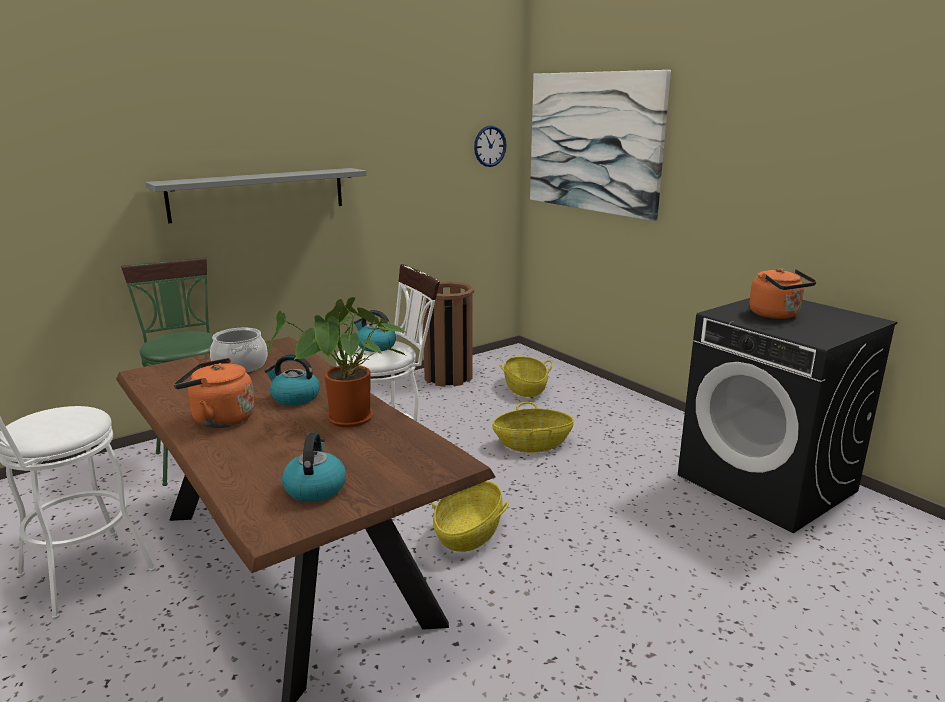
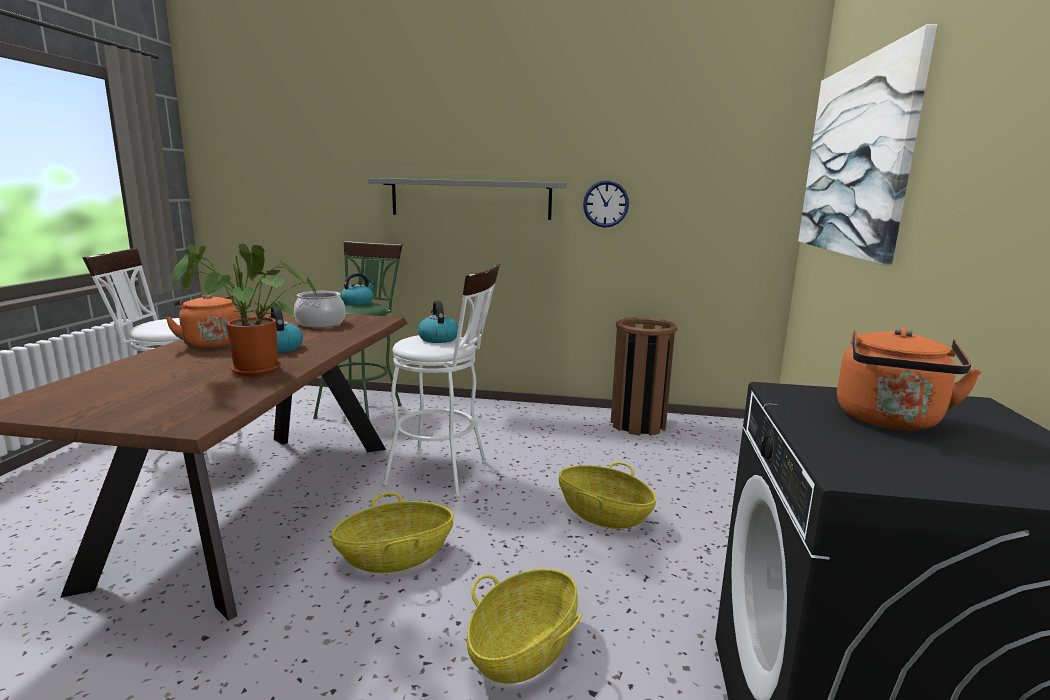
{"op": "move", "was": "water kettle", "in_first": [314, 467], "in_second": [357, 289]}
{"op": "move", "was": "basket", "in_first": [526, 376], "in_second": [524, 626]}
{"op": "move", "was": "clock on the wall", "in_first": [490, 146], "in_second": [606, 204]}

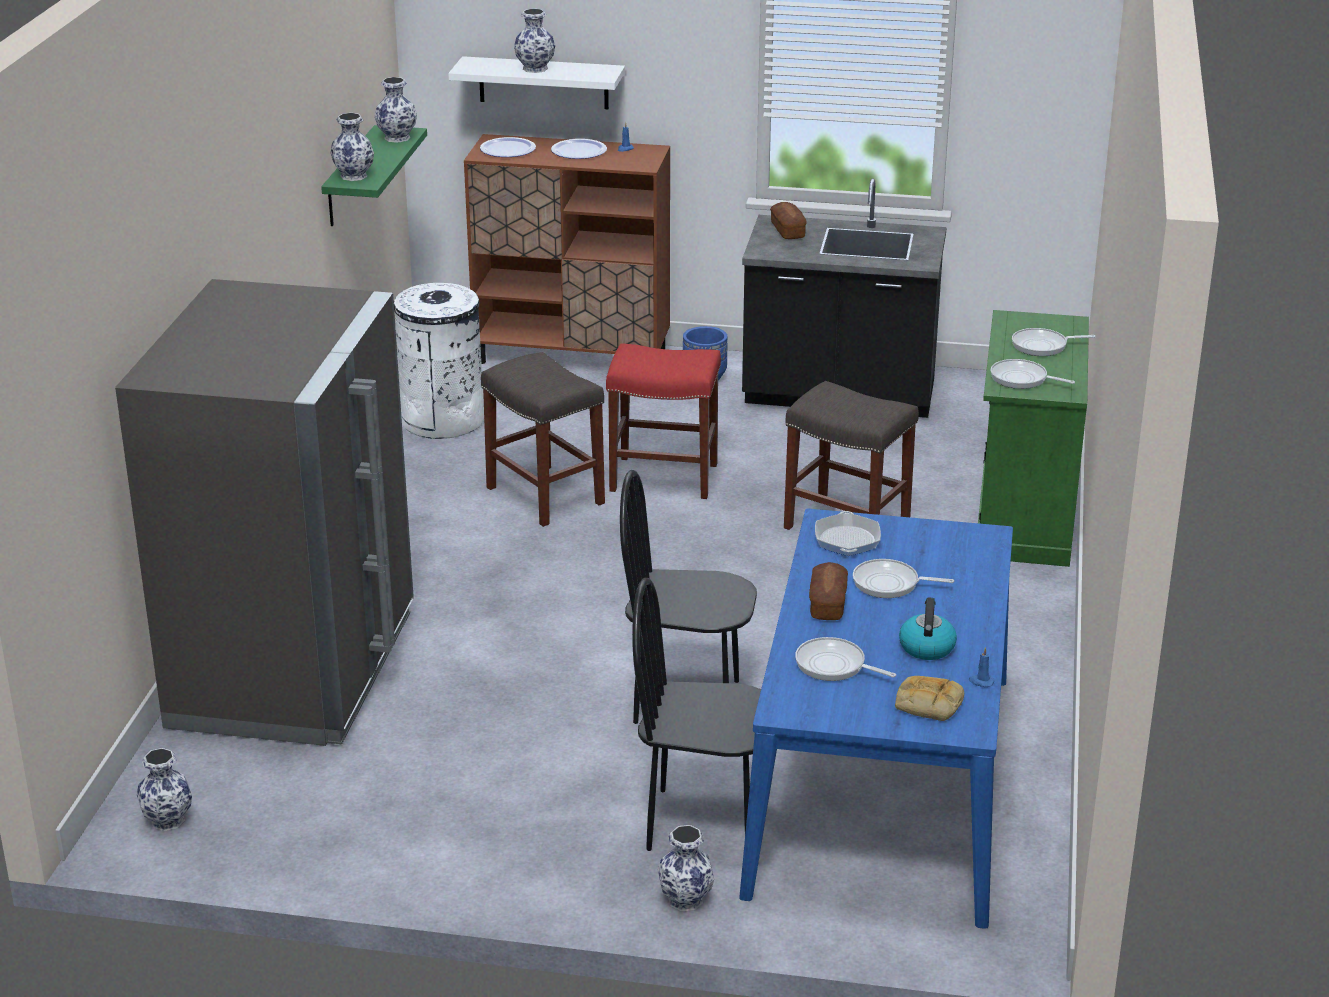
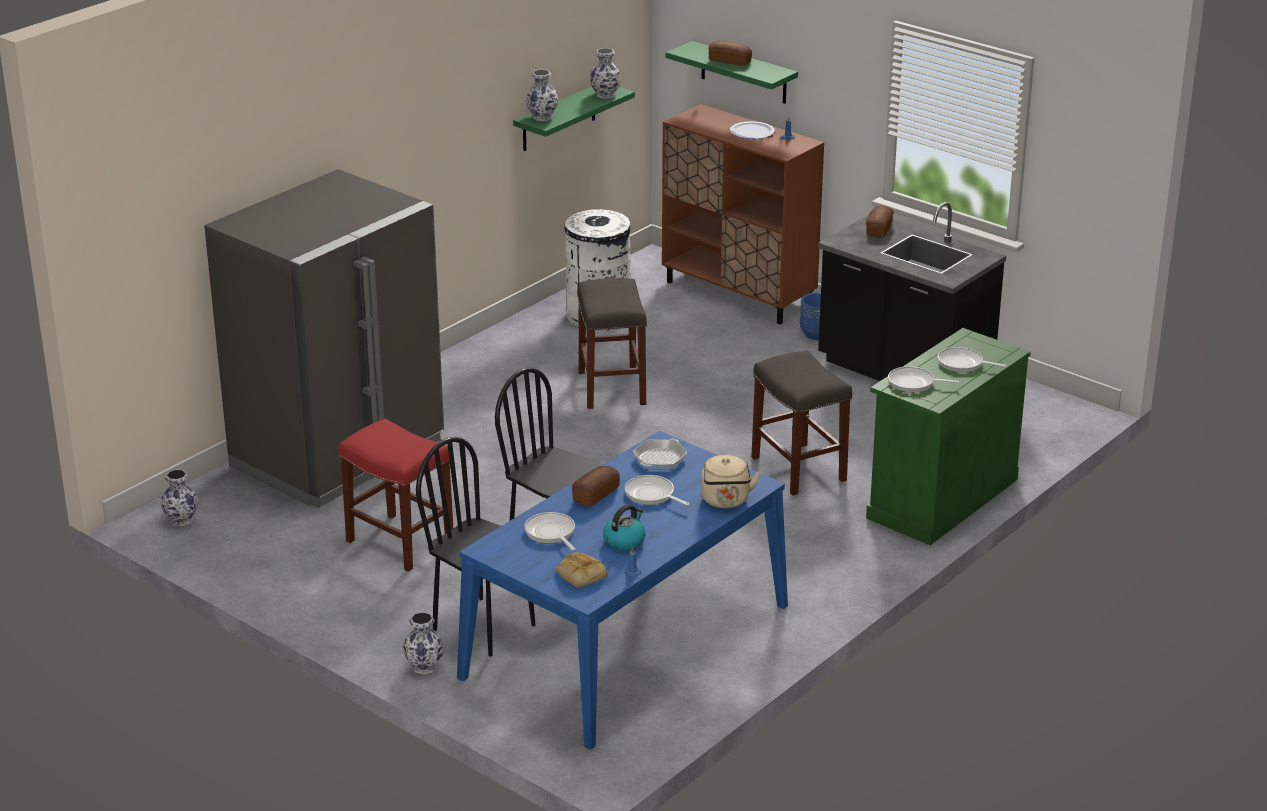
{"op": "move", "was": "red stool", "in_first": [663, 421], "in_second": [395, 495]}
{"op": "recolor", "was": "white wall shelf", "now": "greenish wall shelf", "in_first": [536, 82], "in_second": [731, 72]}
{"op": "insert", "now": "beige-coloured water kettle", "in_second": [731, 481]}
{"op": "replace", "was": "vase", "now": "baked bread", "in_first": [534, 41], "in_second": [730, 53]}
{"op": "rotate", "was": "skillet", "in_first": [1032, 374], "in_second": [923, 379], "clockwise": -45}
{"op": "delete", "was": "dinner plate", "in_first": [508, 147]}

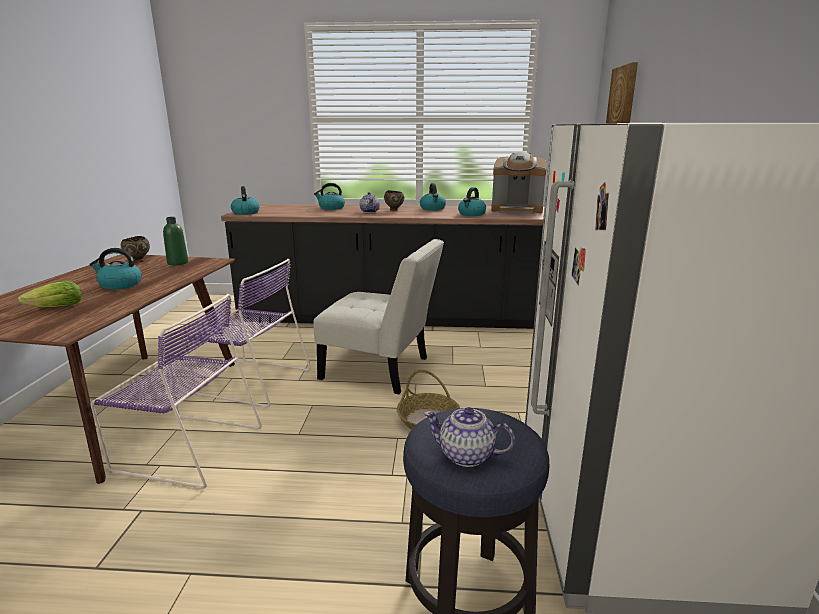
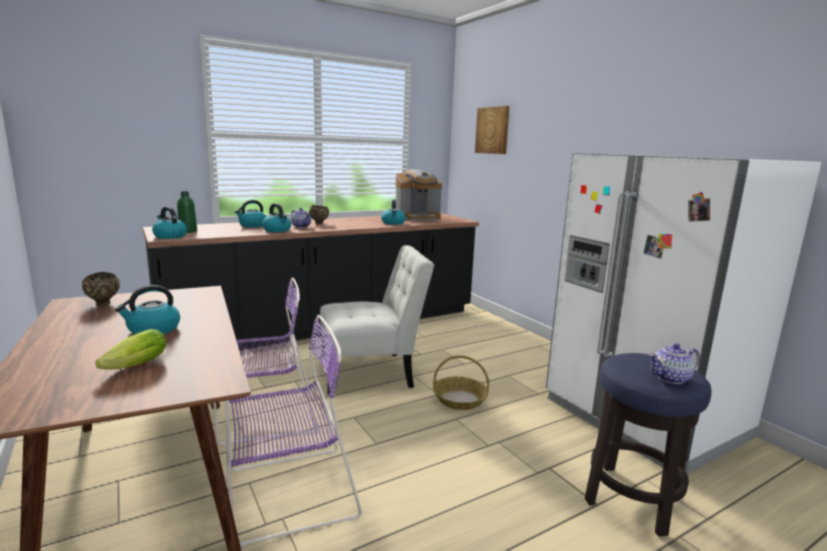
{"op": "move", "was": "greenish bottle", "in_first": [175, 241], "in_second": [187, 212]}
{"op": "move", "was": "water kettle", "in_first": [433, 196], "in_second": [276, 217]}

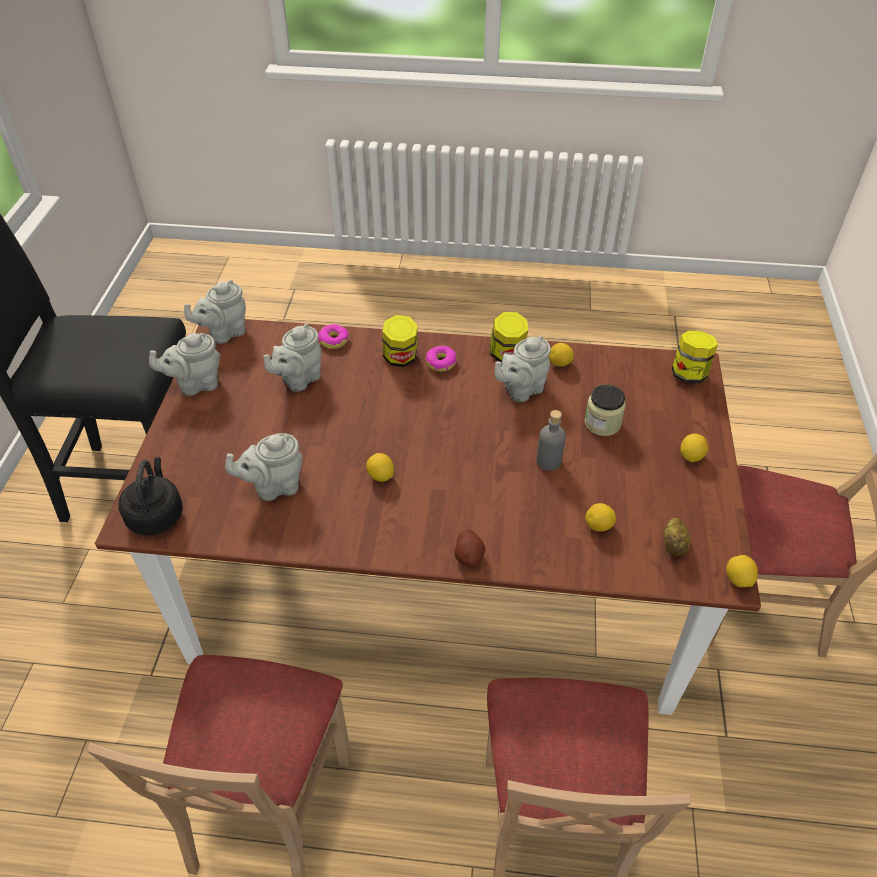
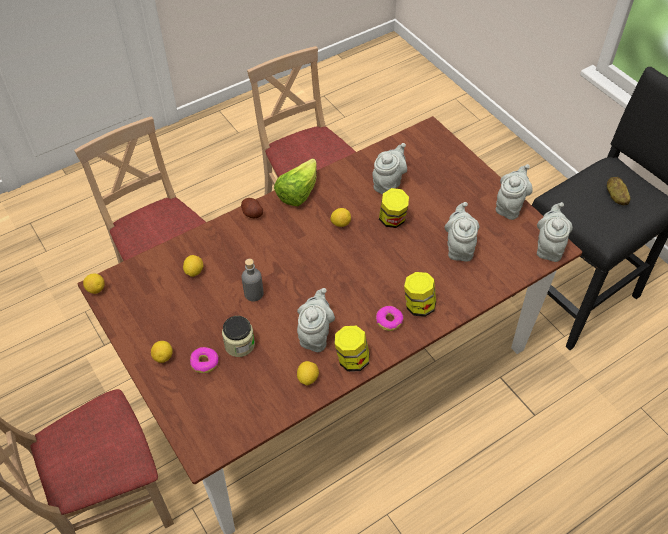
{"op": "move", "was": "donut", "in_first": [334, 336], "in_second": [204, 360]}
{"op": "insert", "now": "lettuce head", "in_second": [295, 182]}
{"op": "move", "was": "jar", "in_first": [695, 357], "in_second": [394, 208]}
{"op": "move", "was": "whole potato", "in_first": [677, 537], "in_second": [619, 191]}
{"op": "delete", "was": "black-coloured water kettle", "in_first": [151, 496]}

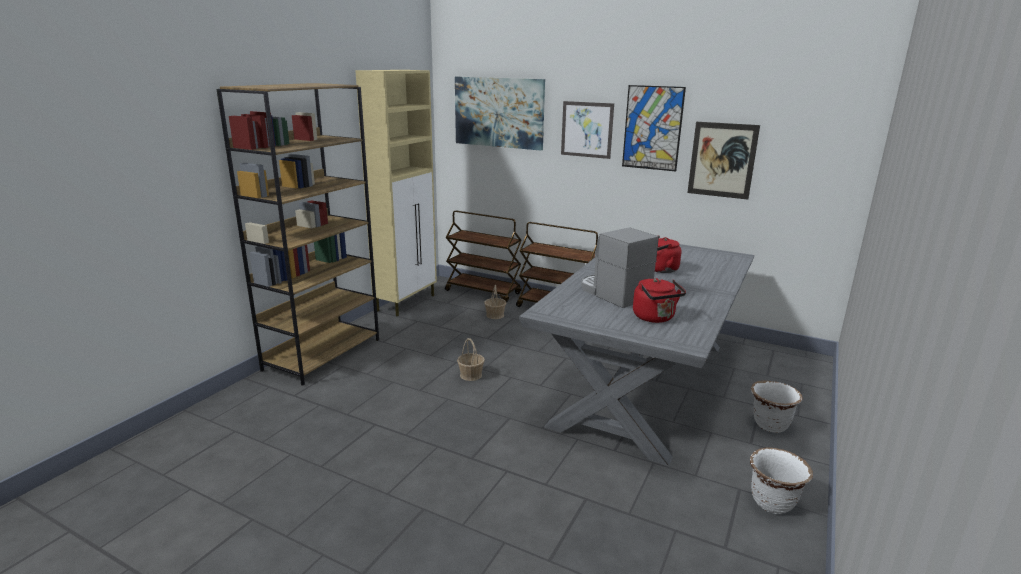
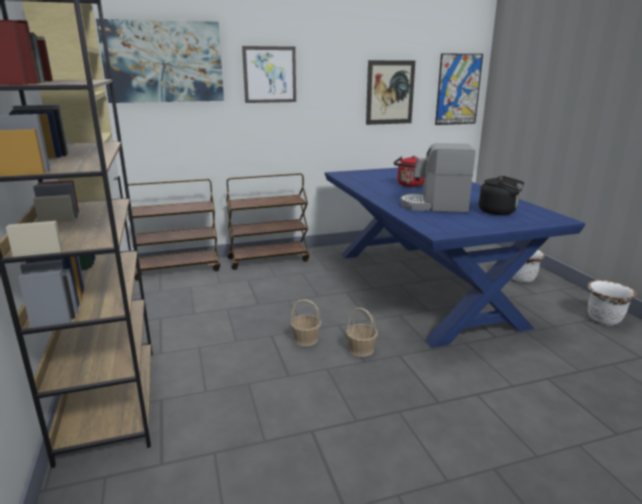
{"op": "recolor", "was": "grey kitchen table", "now": "bluish kitchen table", "in_first": [636, 355], "in_second": [455, 258]}
{"op": "move", "was": "basket", "in_first": [495, 302], "in_second": [362, 332]}
{"op": "move", "was": "wall art", "in_first": [654, 128], "in_second": [459, 89]}
{"op": "recolor", "was": "red water kettle", "now": "black-coloured water kettle", "in_first": [659, 300], "in_second": [501, 195]}

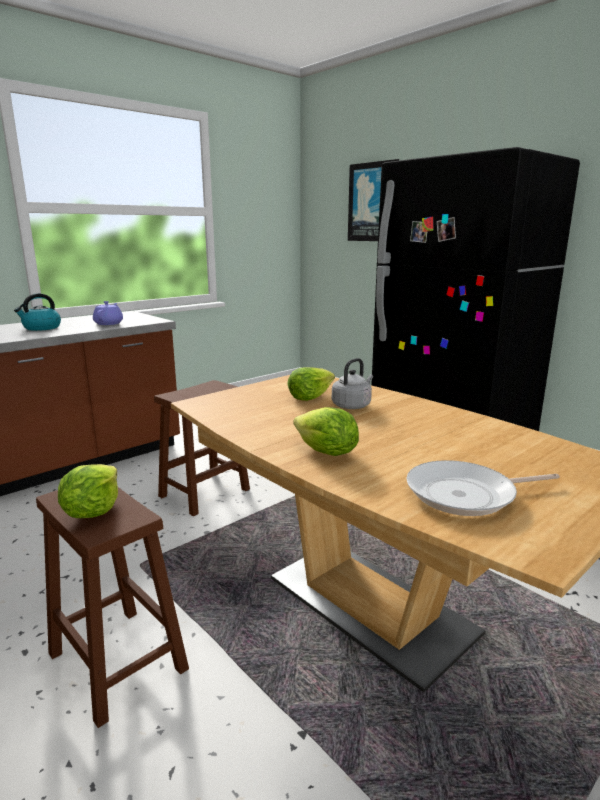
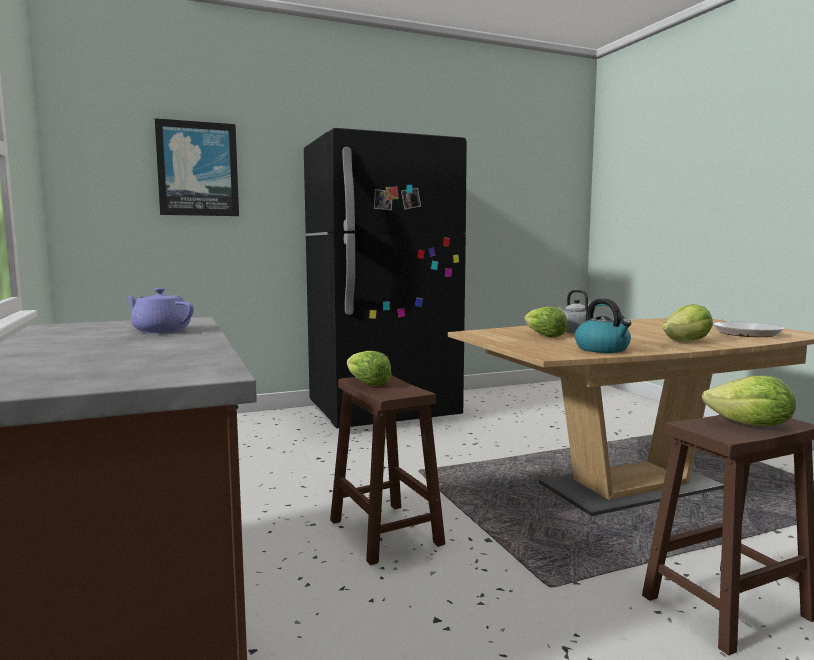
{"op": "insert", "now": "lettuce head", "in_second": [369, 368]}
{"op": "move", "was": "water kettle", "in_first": [37, 312], "in_second": [603, 326]}

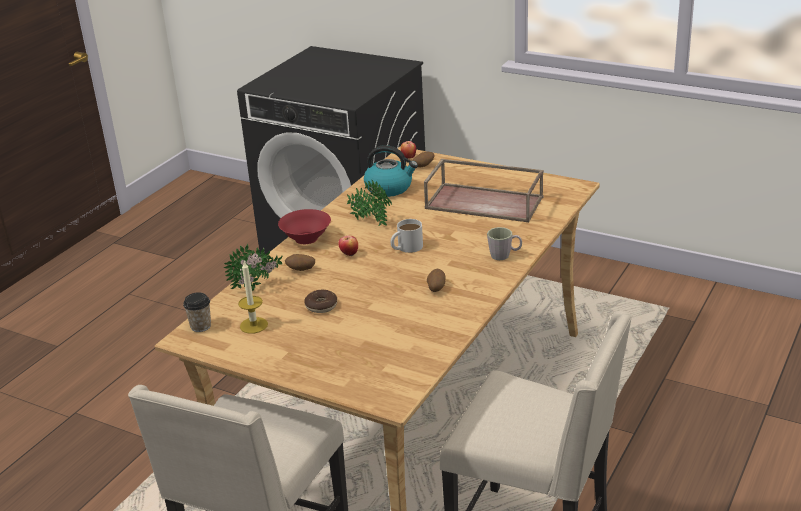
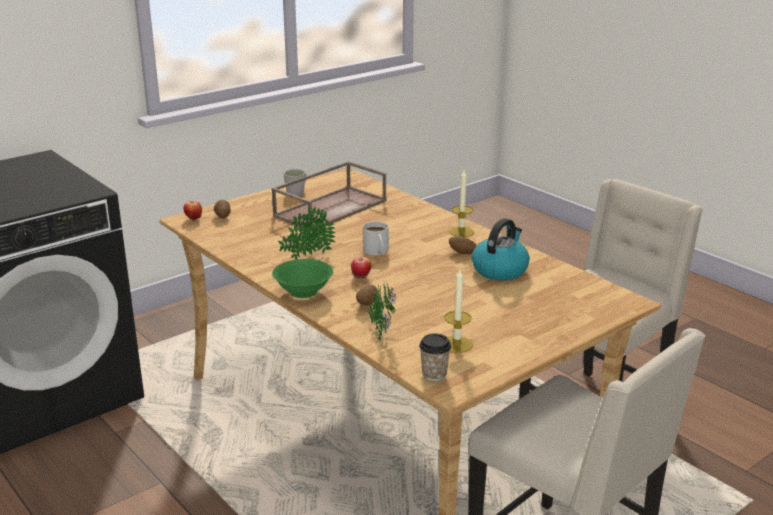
{"op": "recolor", "was": "red serving bowl", "now": "greenish serving bowl", "in_first": [304, 226], "in_second": [302, 278]}
{"op": "move", "was": "grey mug", "in_first": [504, 243], "in_second": [295, 183]}
{"op": "insert", "now": "candle", "in_second": [461, 203]}
{"op": "move", "was": "water kettle", "in_first": [391, 171], "in_second": [501, 249]}
{"op": "delete", "was": "donut", "in_first": [320, 301]}

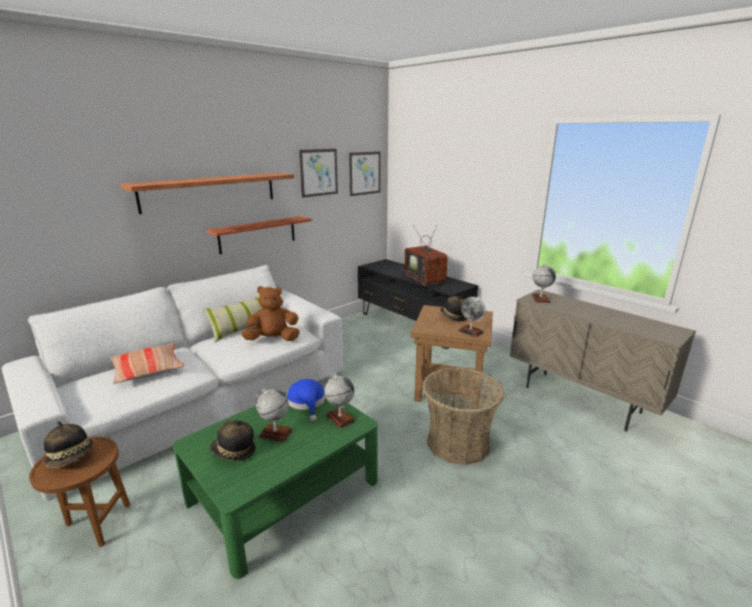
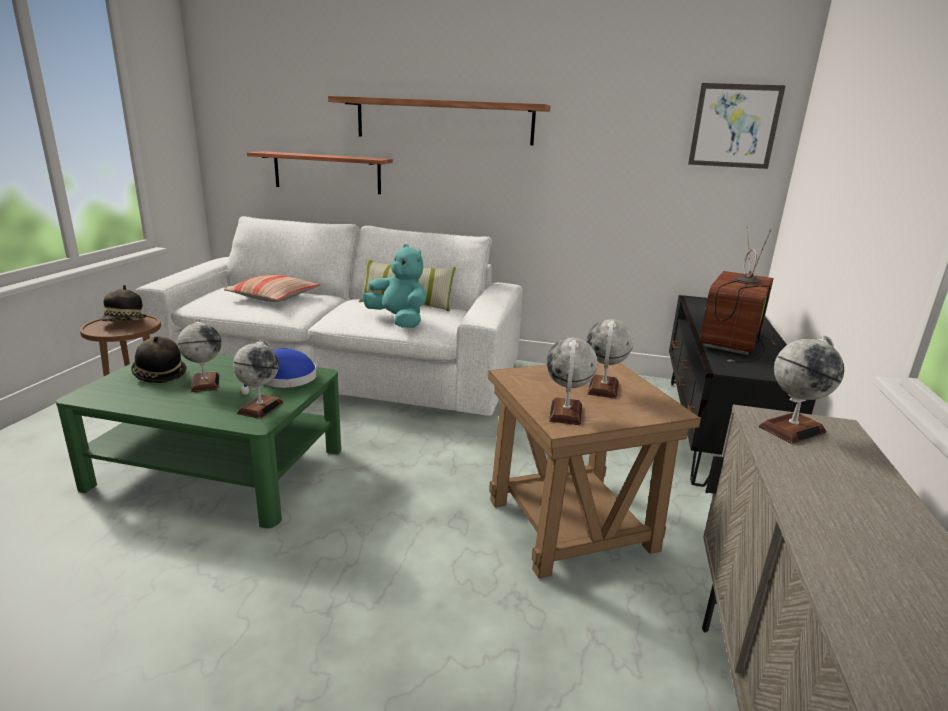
{"op": "move", "was": "wall shelf", "in_first": [259, 235], "in_second": [320, 172]}
{"op": "recolor", "was": "brown-coloured soft toy", "now": "turquoise soft toy", "in_first": [271, 313], "in_second": [394, 286]}
{"op": "replace", "was": "hat", "now": "world globe", "in_first": [453, 309], "in_second": [610, 359]}
{"op": "delete", "was": "wall art", "in_first": [318, 173]}
{"op": "delete", "was": "basket", "in_first": [463, 416]}

